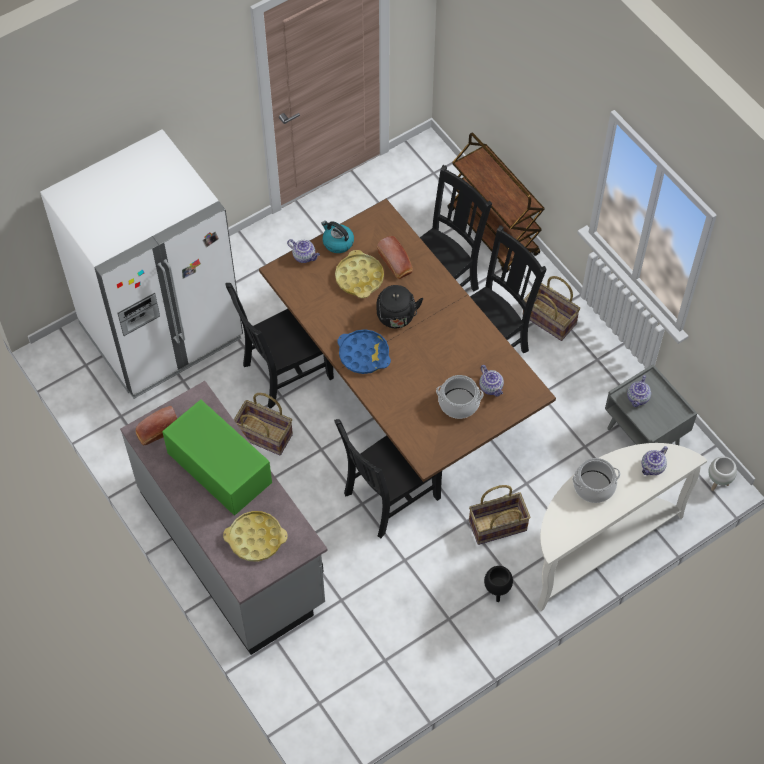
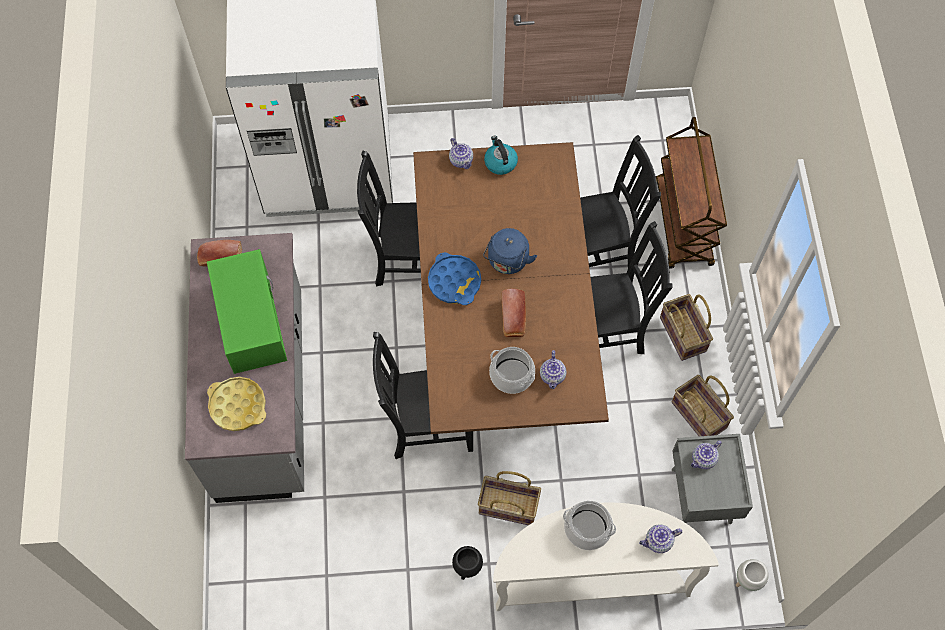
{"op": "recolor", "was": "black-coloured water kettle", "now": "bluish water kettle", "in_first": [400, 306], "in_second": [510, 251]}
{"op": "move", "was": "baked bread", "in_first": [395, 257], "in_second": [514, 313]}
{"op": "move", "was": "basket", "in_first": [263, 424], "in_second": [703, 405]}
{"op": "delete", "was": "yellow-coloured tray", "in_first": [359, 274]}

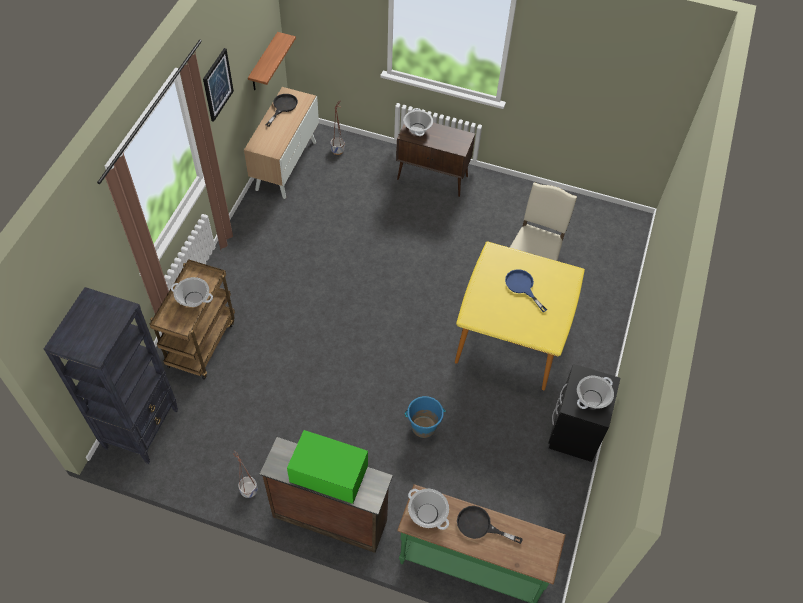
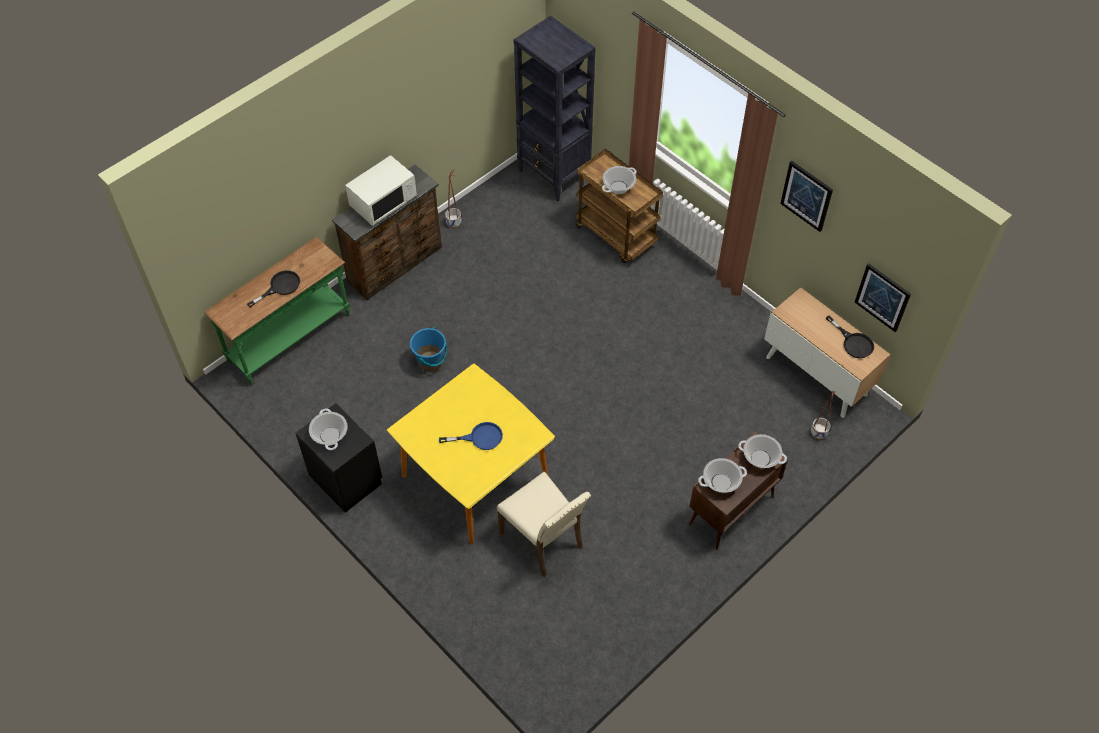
{"op": "recolor", "was": "greenish kitchen microwave", "now": "white kitchen microwave", "in_first": [327, 467], "in_second": [381, 190]}
{"op": "move", "was": "cooking pot", "in_first": [428, 509], "in_second": [722, 475]}
{"op": "replace", "was": "wall shelf", "now": "wall art", "in_first": [272, 61], "in_second": [883, 297]}

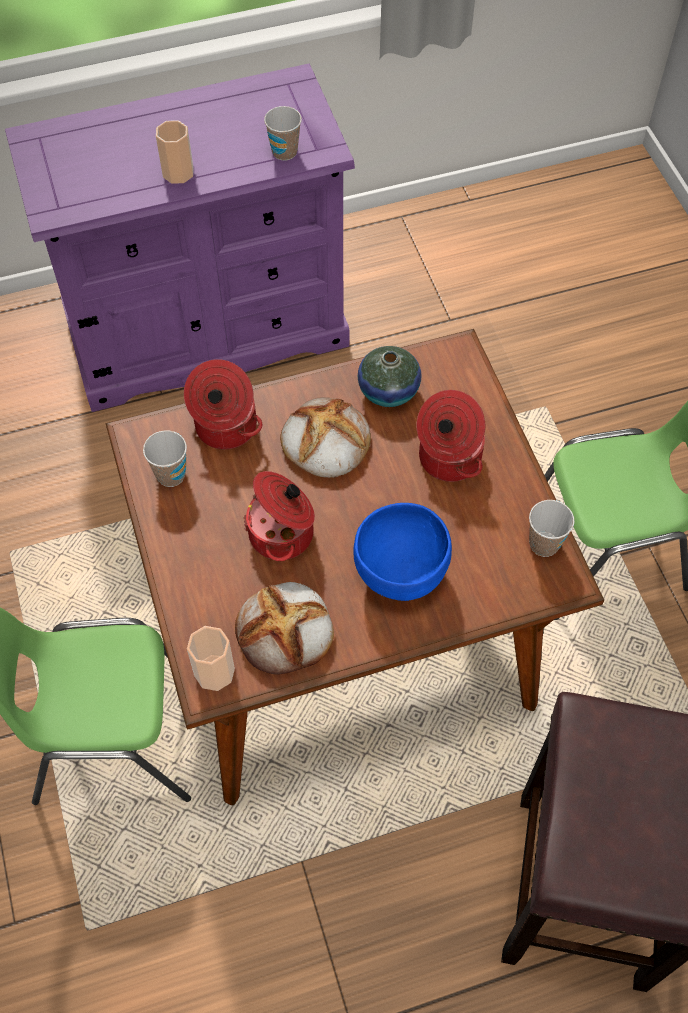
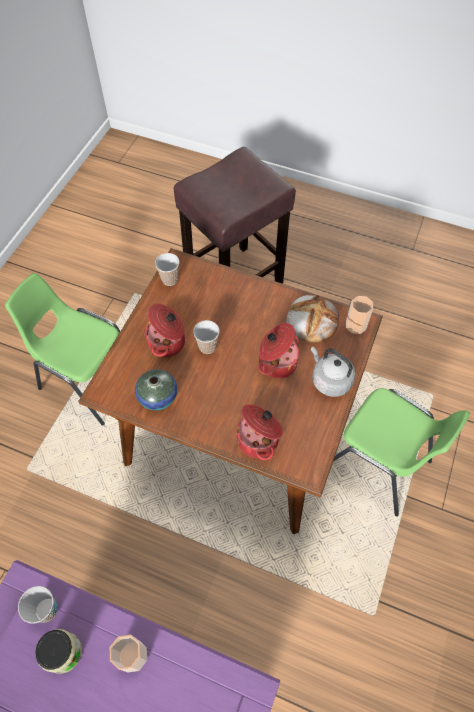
{"op": "insert", "now": "jar", "in_second": [58, 651]}
{"op": "move", "was": "cup", "in_first": [165, 458], "in_second": [206, 337]}
{"op": "insert", "now": "grey water kettle", "in_second": [333, 371]}
{"op": "delete", "was": "baked bread", "in_first": [325, 437]}
{"op": "delete", "was": "bluish serving bowl", "in_first": [402, 552]}

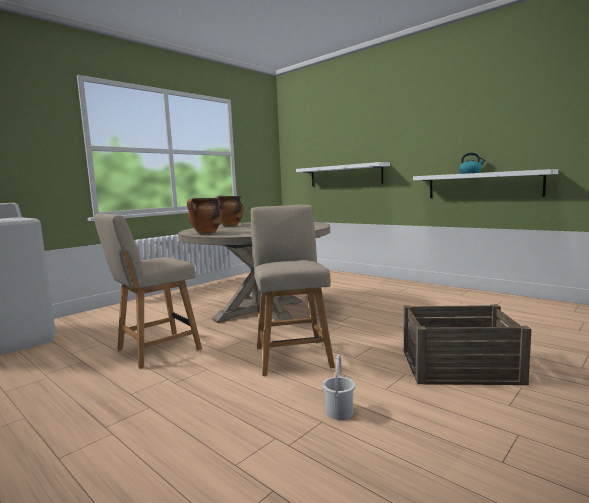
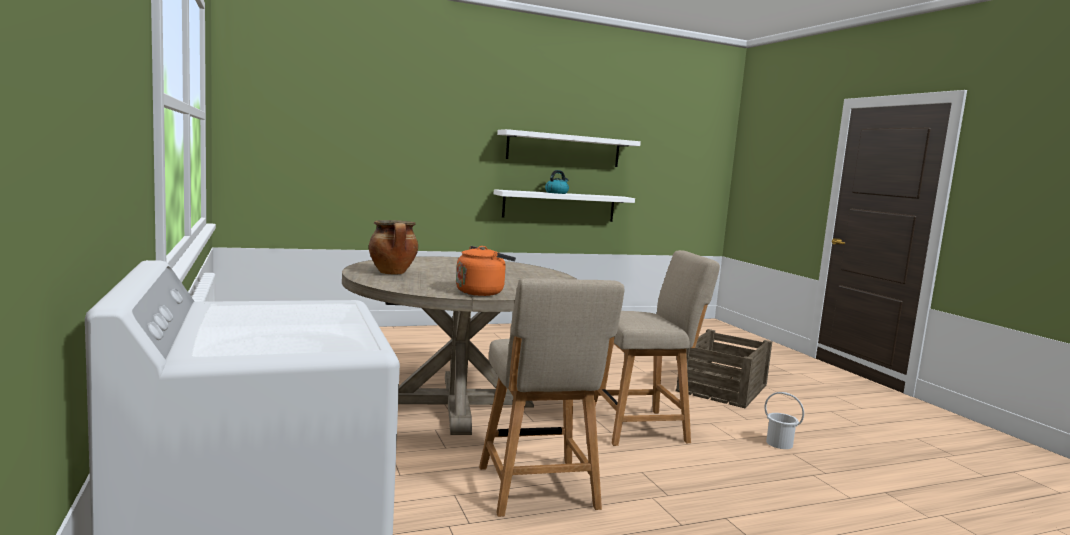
{"op": "replace", "was": "cooking pot", "now": "orange water kettle", "in_first": [204, 216], "in_second": [486, 271]}
{"op": "move", "was": "white wall shelf", "in_first": [343, 174], "in_second": [569, 148]}
{"op": "rotate", "was": "beige-coloured upright chair", "in_first": [293, 290], "in_second": [657, 348], "clockwise": 150}

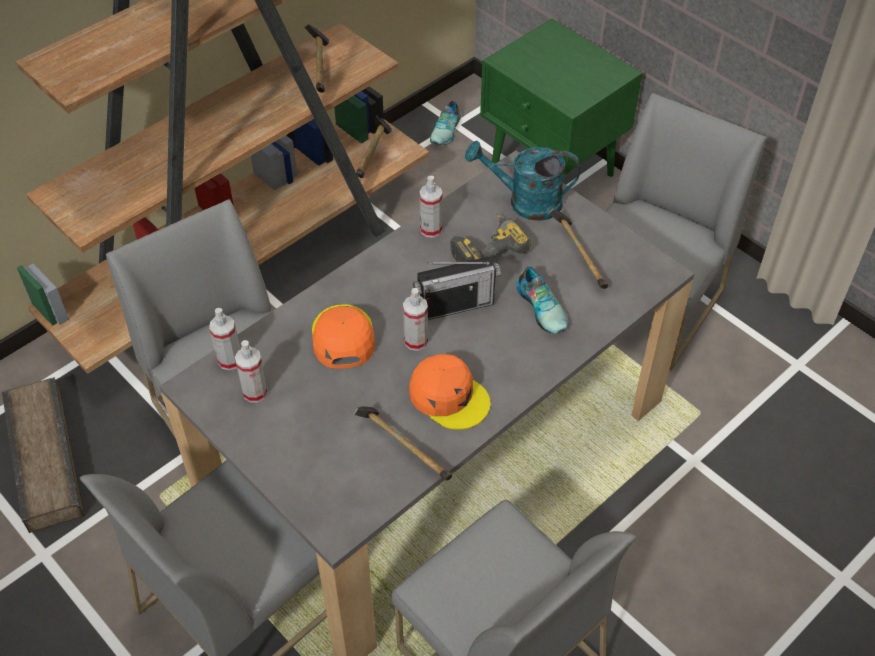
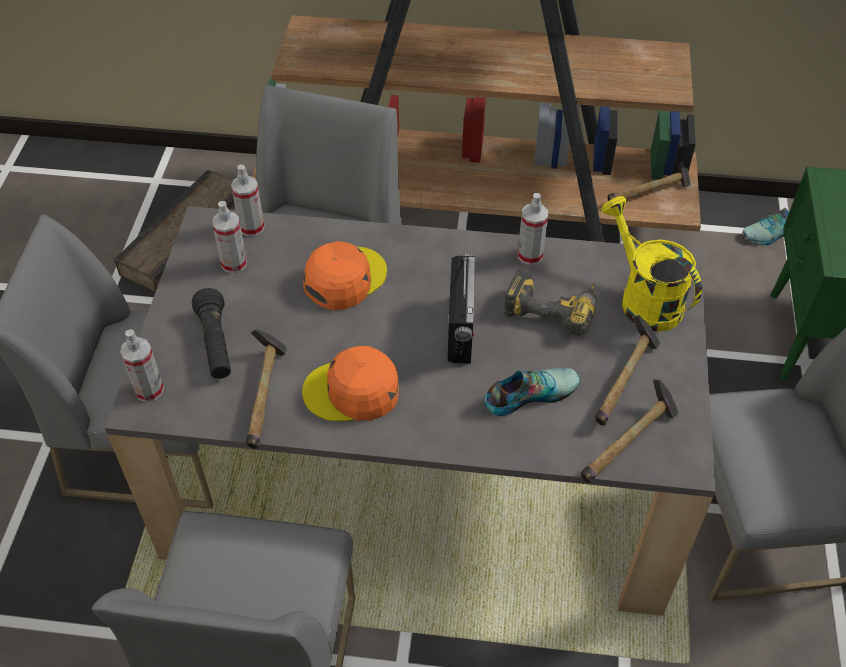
{"op": "move", "was": "hand sprayer", "in_first": [415, 319], "in_second": [142, 365]}
{"op": "insert", "now": "black-coloured torch", "in_second": [211, 333]}
{"op": "rotate", "was": "orange cap", "in_first": [450, 392], "in_second": [350, 383], "clockwise": 90}
{"op": "rotate", "was": "radio", "in_first": [457, 288], "in_second": [461, 309], "clockwise": -120}
{"op": "rotate", "was": "item of footwear", "in_first": [542, 300], "in_second": [532, 392], "clockwise": -135}
{"op": "move", "was": "hand hammer", "in_first": [316, 58], "in_second": [630, 431]}
{"op": "recolor", "was": "turquoise sprinkling can", "now": "yellow-coloured sprinkling can", "in_first": [522, 181], "in_second": [651, 263]}

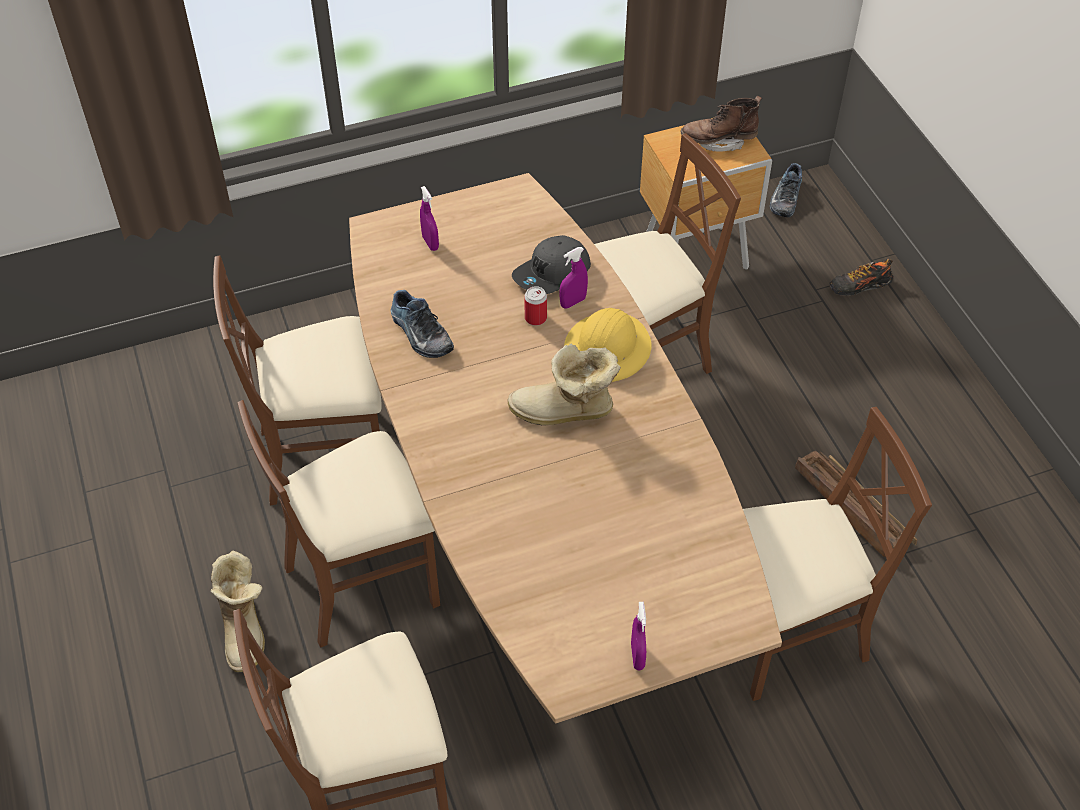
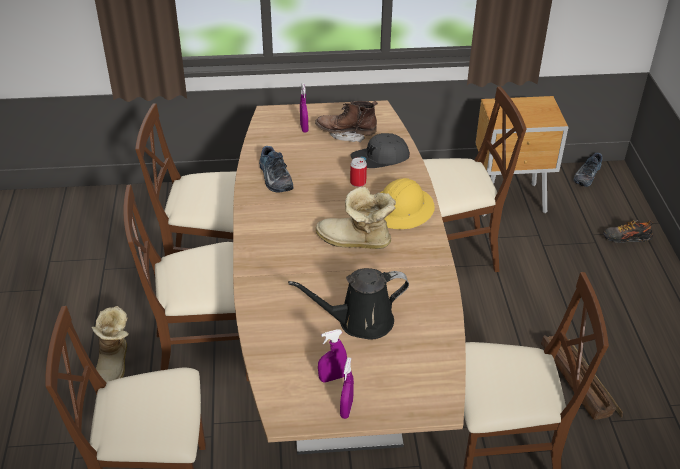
{"op": "insert", "now": "black-coloured sprinkling can", "in_second": [348, 304]}
{"op": "move", "was": "brown-coloured tall boot", "in_first": [721, 124], "in_second": [346, 121]}
{"op": "move", "was": "purple-coloured hand sprayer", "in_first": [573, 278], "in_second": [332, 356]}

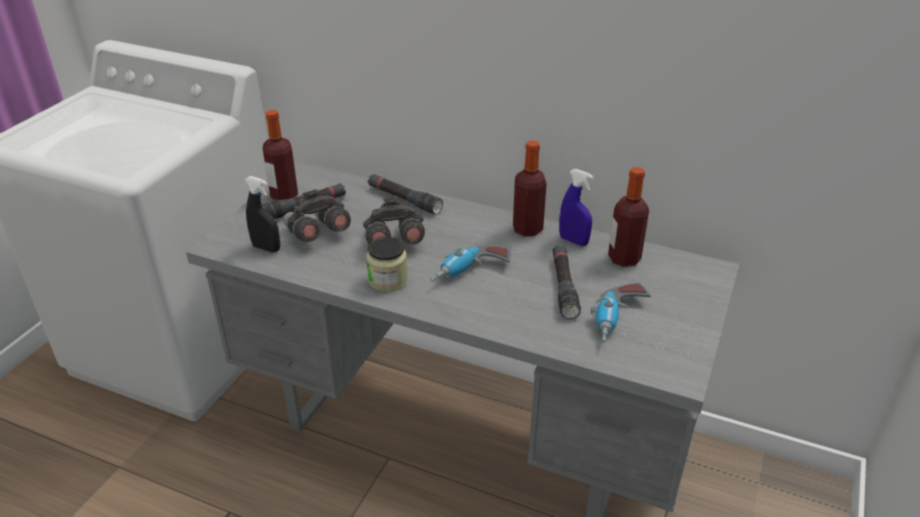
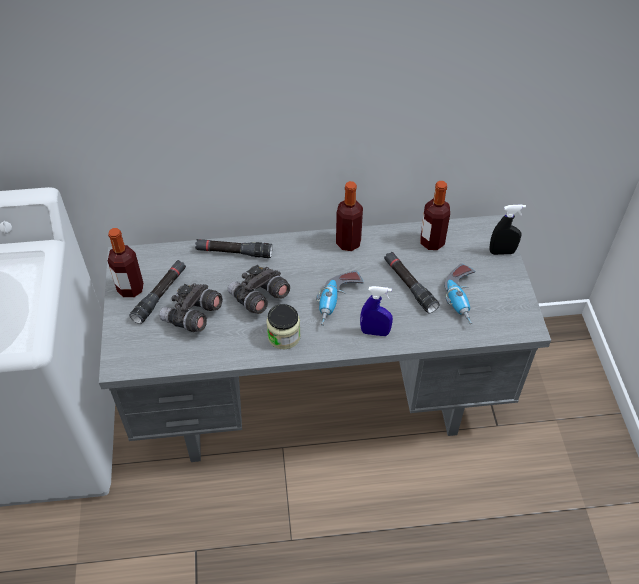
{"op": "move", "was": "bluish hand sprayer", "in_first": [576, 207], "in_second": [376, 311]}
{"op": "move", "was": "black-coloured hand sprayer", "in_first": [262, 214], "in_second": [507, 229]}

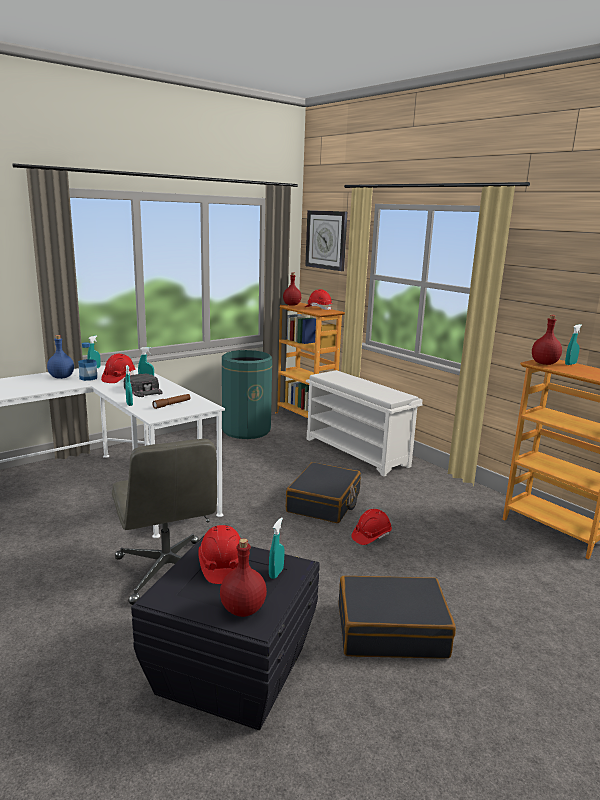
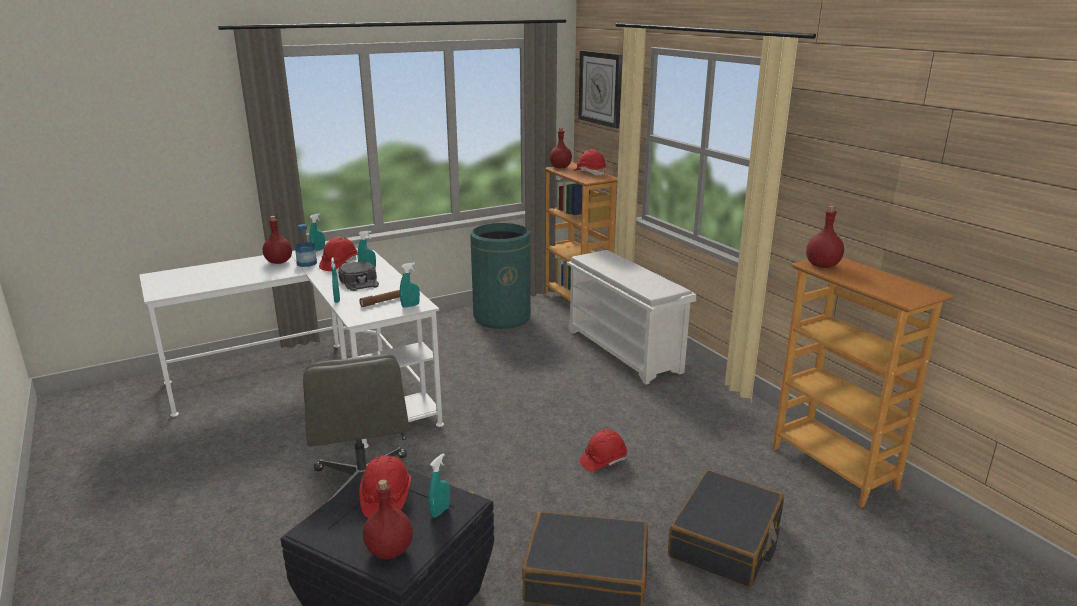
{"op": "recolor", "was": "bluish bottle", "now": "red bottle", "in_first": [60, 357], "in_second": [277, 240]}
{"op": "move", "was": "turquoise hand sprayer", "in_first": [573, 344], "in_second": [410, 285]}
{"op": "move", "was": "black-coloured piece of luggage", "in_first": [323, 492], "in_second": [726, 528]}

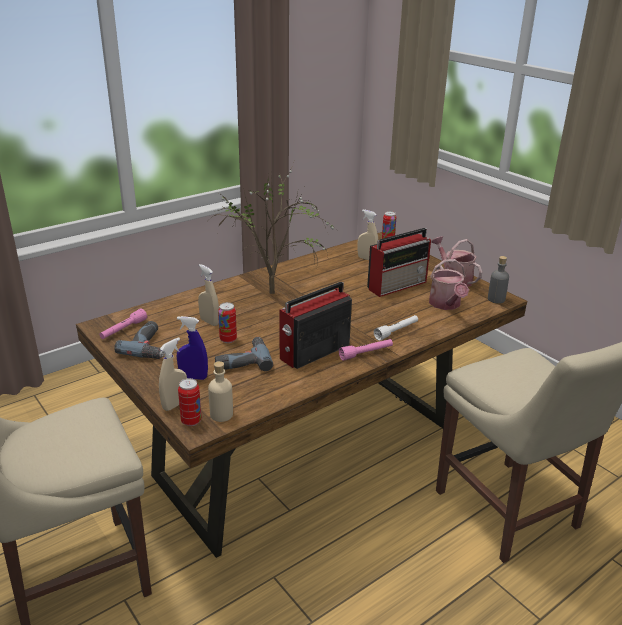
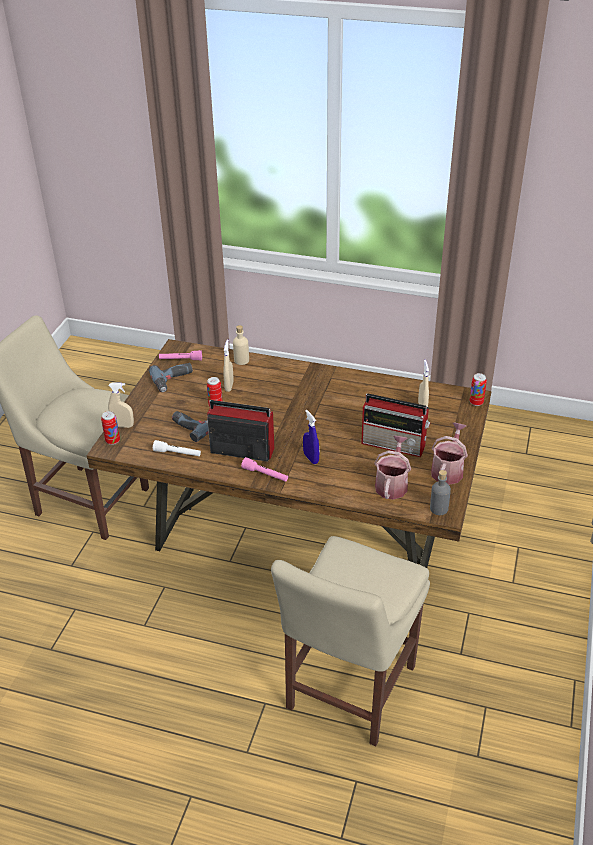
{"op": "move", "was": "white torch", "in_first": [396, 328], "in_second": [177, 448]}
{"op": "move", "was": "beige-coloured bottle", "in_first": [220, 391], "in_second": [241, 345]}
{"op": "move", "was": "bluish hand sprayer", "in_first": [192, 348], "in_second": [311, 437]}
{"op": "rotate", "was": "sprinkling can", "in_first": [449, 284], "in_second": [392, 468], "clockwise": 150}
{"op": "delete", "was": "potted plant", "in_first": [273, 228]}

